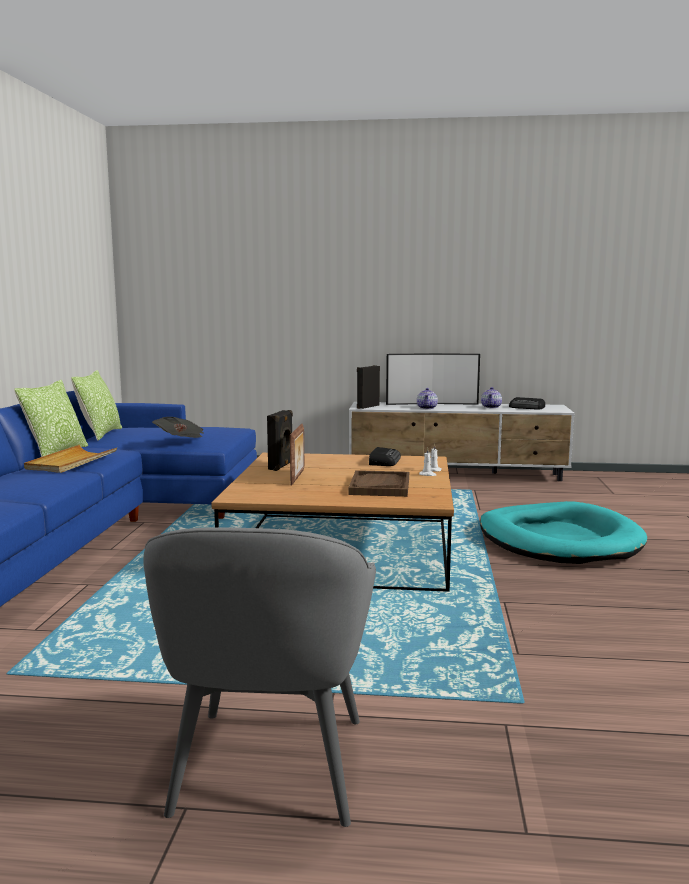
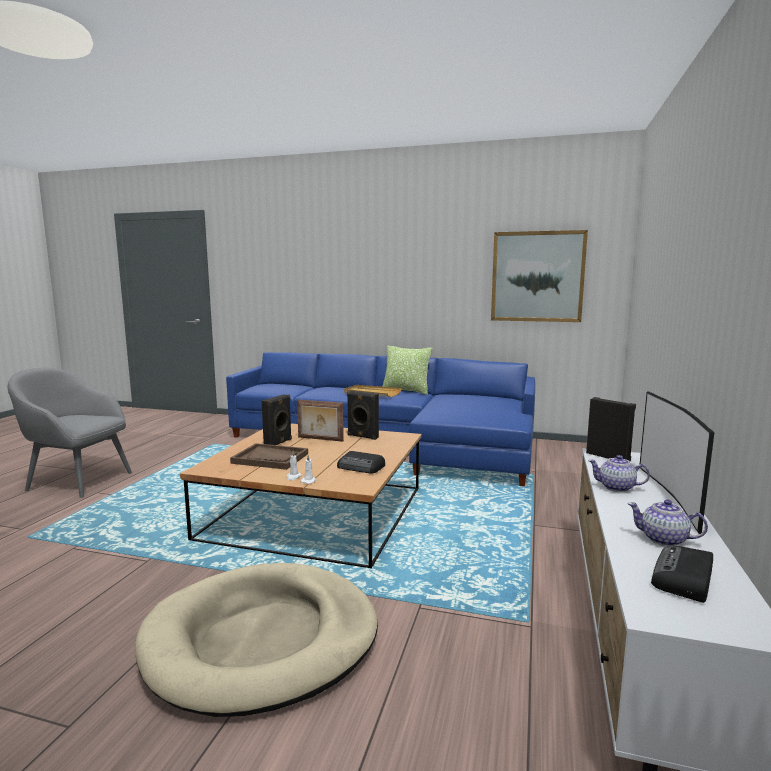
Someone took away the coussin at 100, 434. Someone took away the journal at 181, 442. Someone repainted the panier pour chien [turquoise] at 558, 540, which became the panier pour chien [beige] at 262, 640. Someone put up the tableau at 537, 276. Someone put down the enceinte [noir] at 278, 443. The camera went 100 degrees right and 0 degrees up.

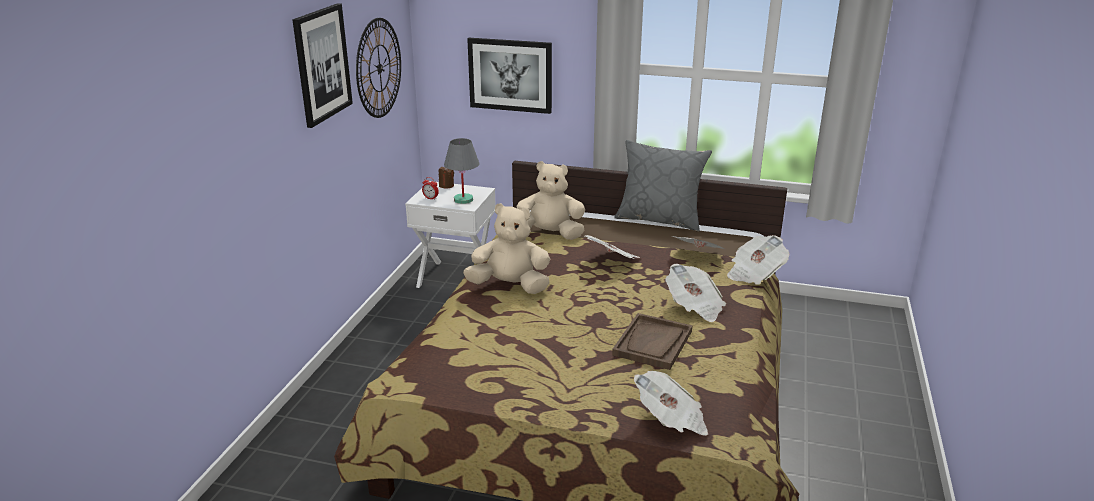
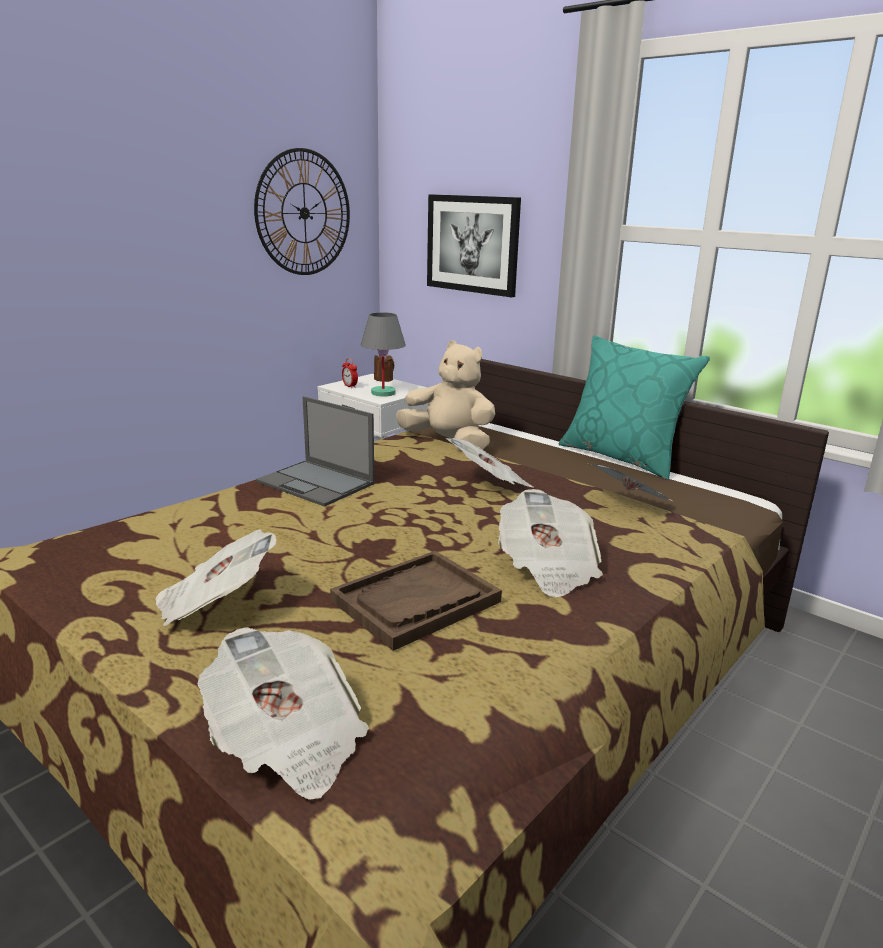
Someone took away the tableau at 322, 64. Someone repainted the coussin [gris] at 659, 219, which became the coussin [turquoise] at 622, 457. Someone swapped the peluche [beige] at 510, 286 for the ordinateur portable at 317, 483. Someone carried the journal from 754, 273 to 215, 604. The camera went 25 degrees right and 5 degrees down.

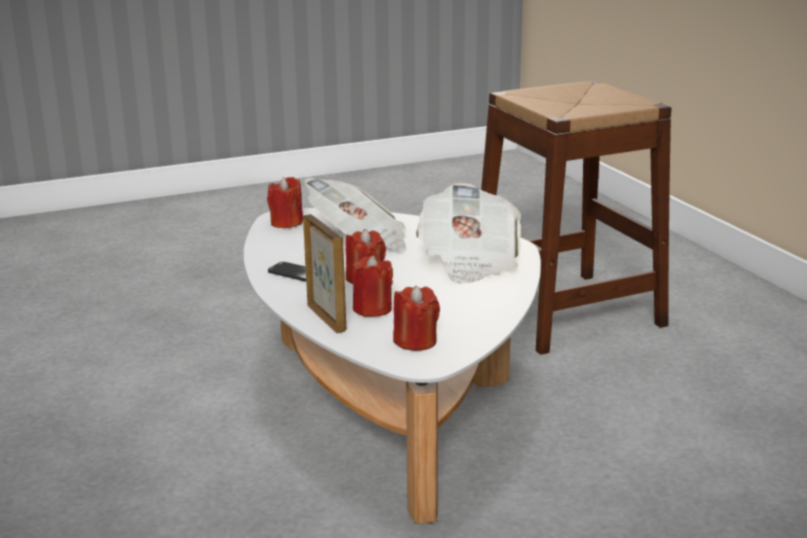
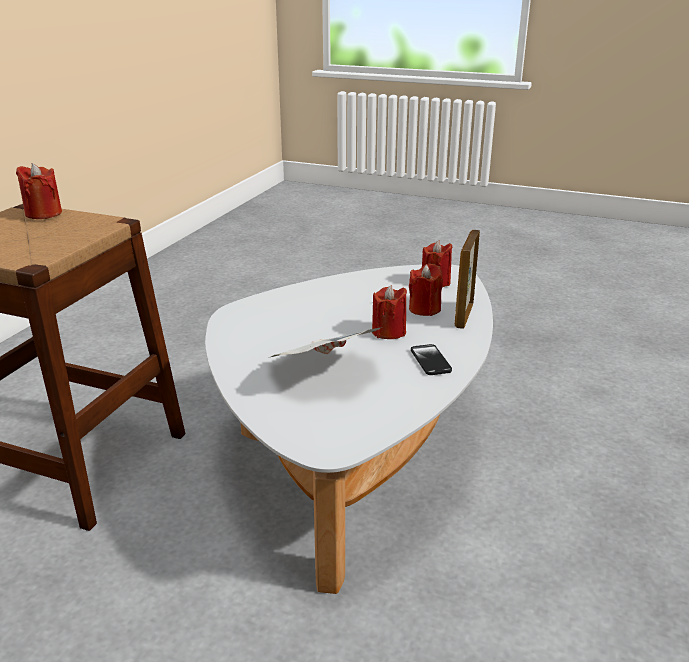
Someone carried the bougie [rouge] from 286, 223 to 43, 213. Someone took away the journal at 469, 261. The camera went 135 degrees left and 5 degrees up.

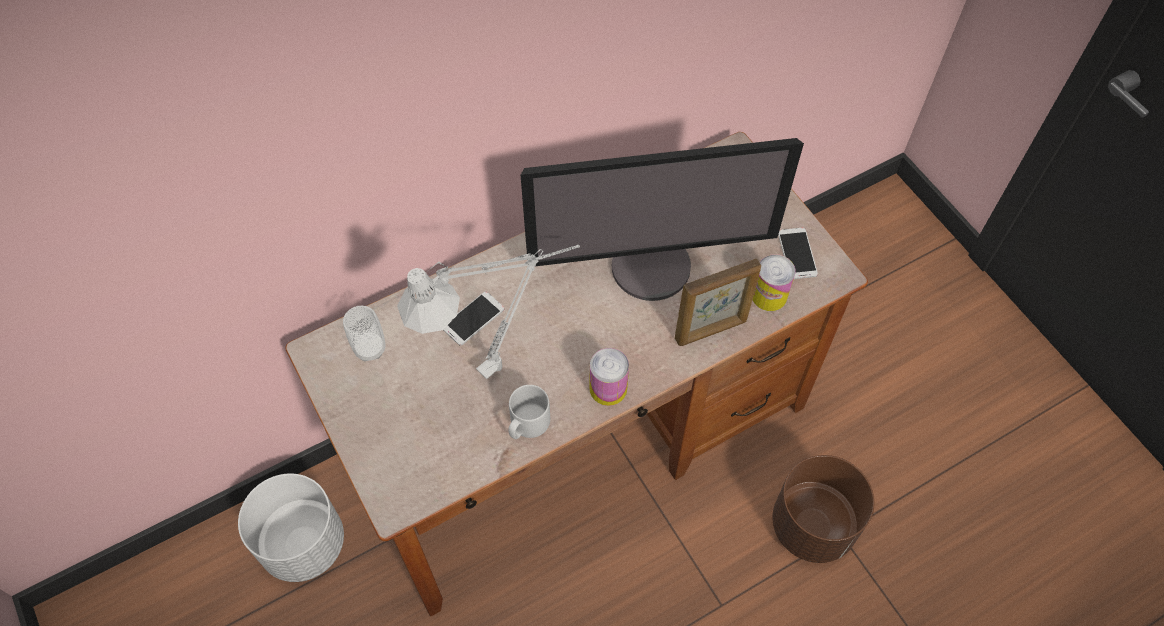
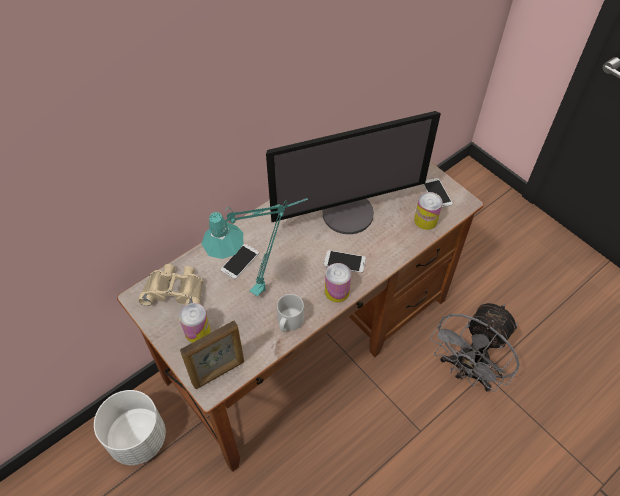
Someone repainted the lampe de table [gris] at 507, 361, which became the lampe de table [turquoise] at 268, 284. Someone carried the cadre photo from 711, 330 to 219, 372. Someone swapped the tasse at 370, 348 for the jumelles [beige] at 175, 290. Someone swapped the cache-pot [marron] at 813, 525 for the ventilateur [gris] at 466, 371. Someone put down the téléphone at 344, 262. Someone put down the boîte métallique at 197, 331. The camera went 10 degrees left and 5 degrees down.

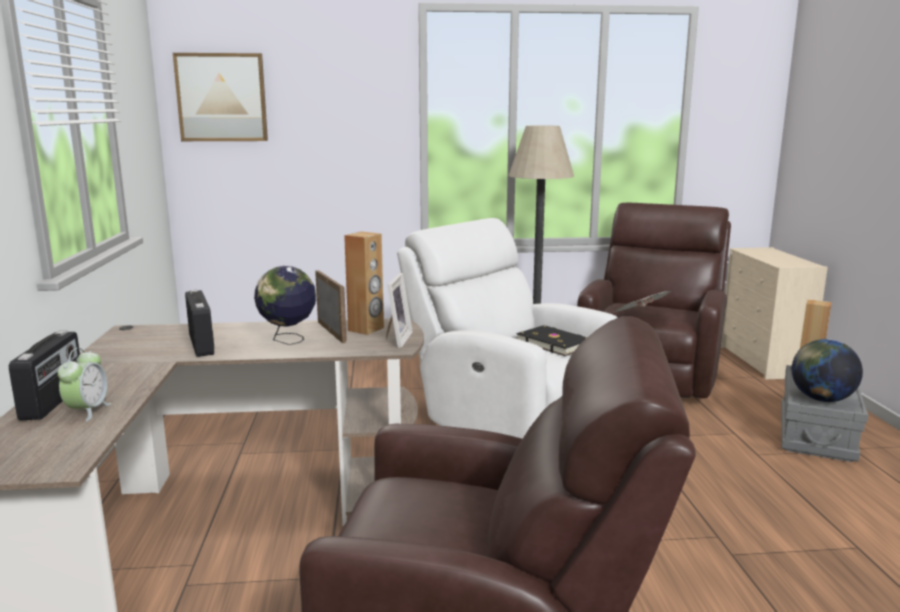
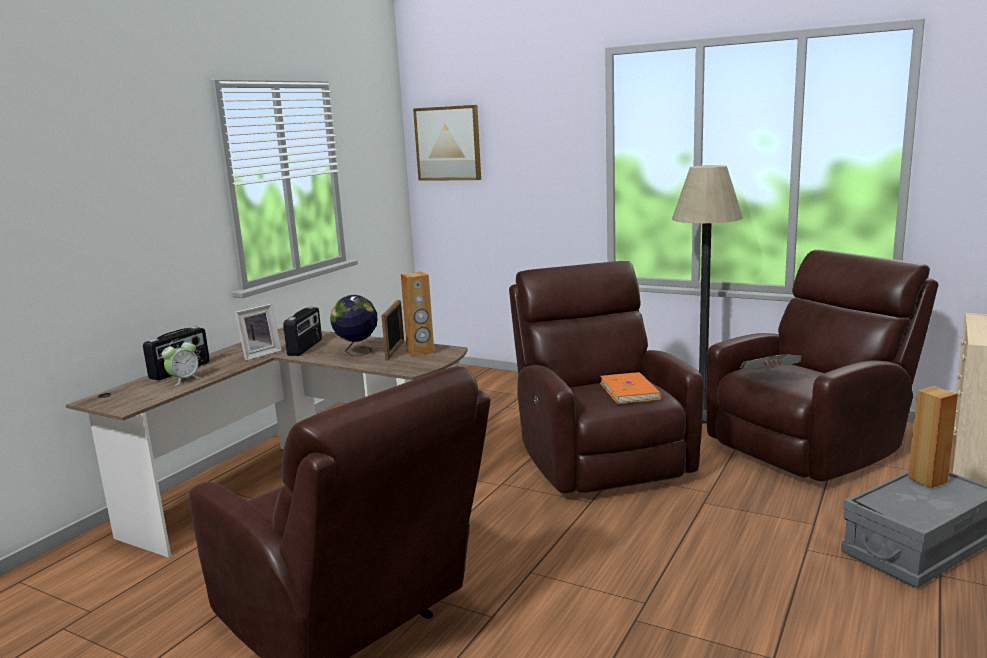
Someone repainted the fauteuil [blanc] at 509, 420, which became the fauteuil [marron] at 601, 459. Someone carried the cadre photo from 395, 339 to 259, 354. Someone repainted the livre [noir] at 554, 343, which became the livre [orange] at 630, 391. Someone took away the globe at 821, 399. The camera went 35 degrees right and 0 degrees up.

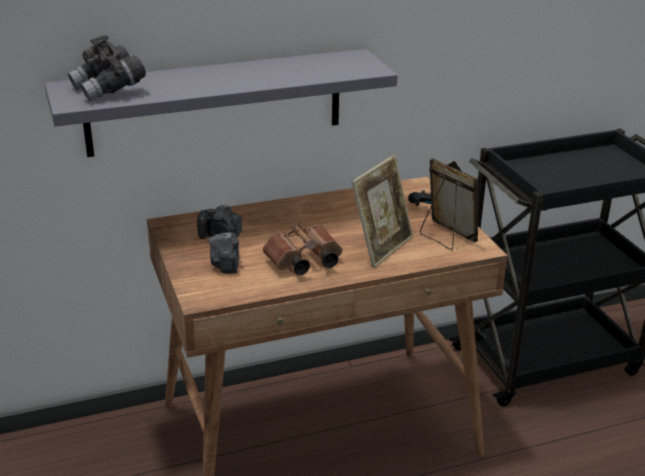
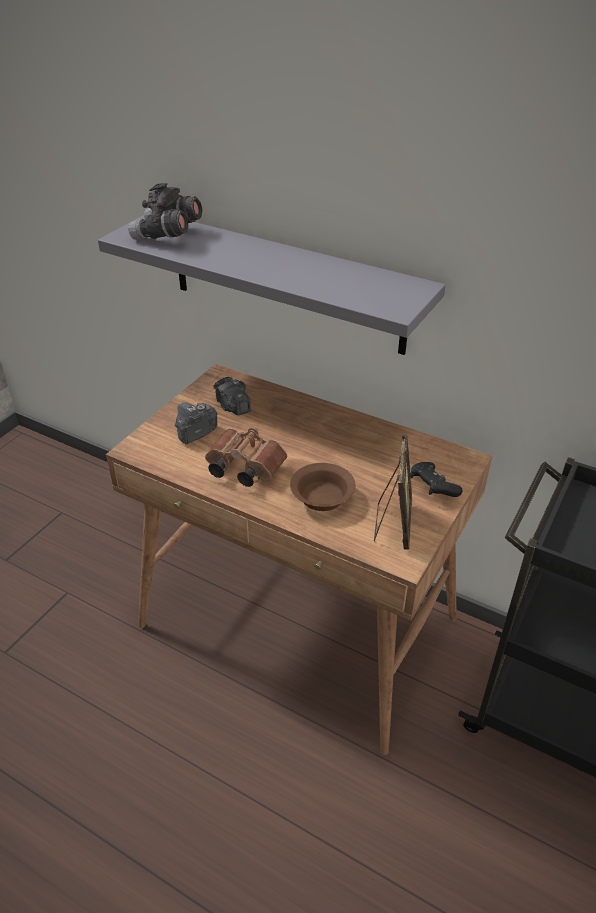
Someone swapped the cadre photo at 382, 247 for the bol [marron] at 323, 497. The camera went 50 degrees right and 10 degrees up.

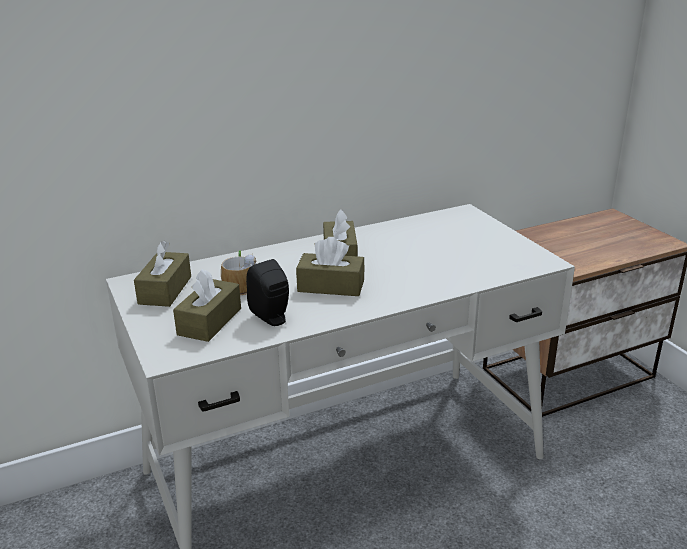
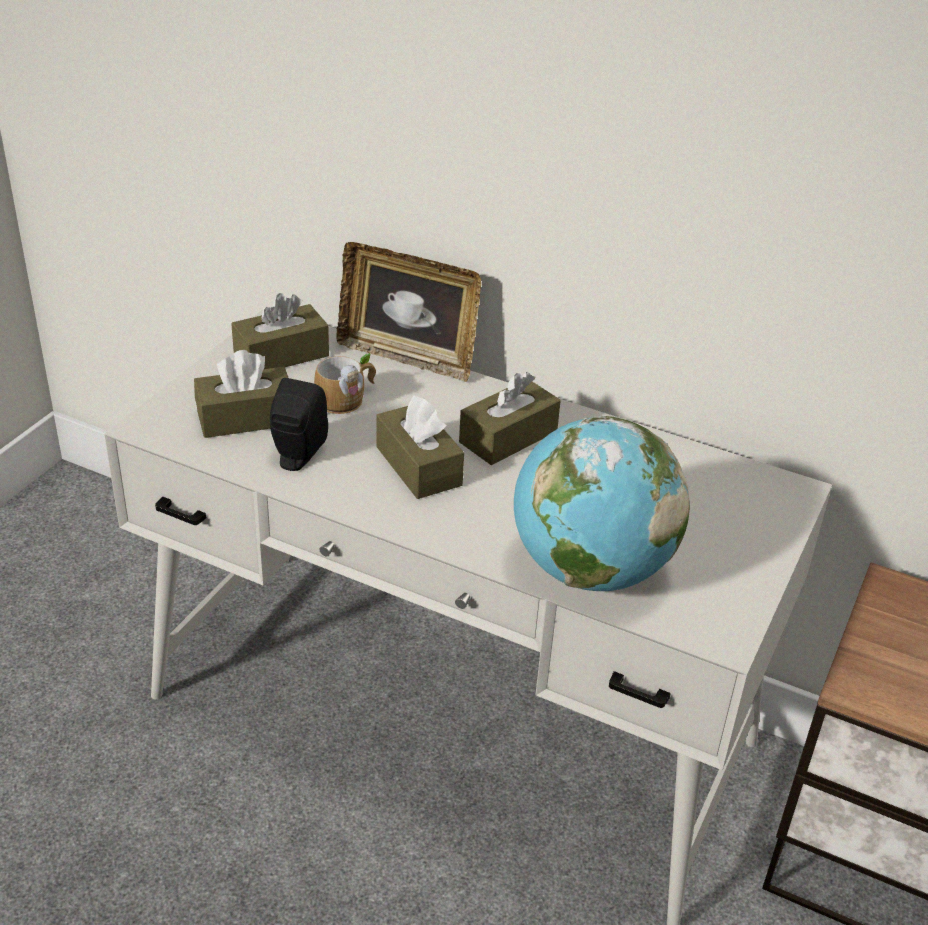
Someone put down the cadre photo at 407, 356. Someone put down the globe at 590, 570. The camera went 50 degrees right and 10 degrees up.

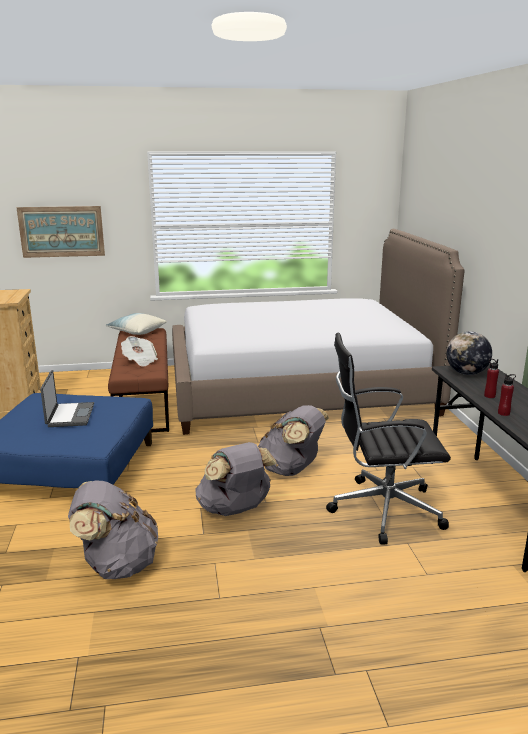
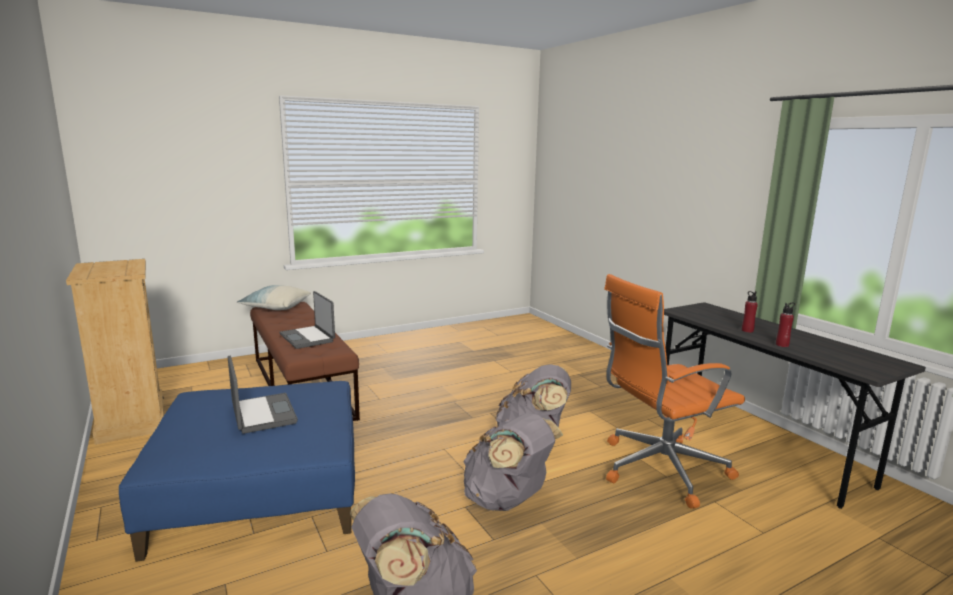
Someone took away the tableau at 61, 231. Someone took away the lit at 299, 390. Someone took away the globe at 466, 373. Someone repainted the chaise de bureau [noir] at 382, 509, which became the chaise de bureau [orange] at 659, 469. Someone swapped the journal at 140, 360 for the ordinateur portable at 308, 338. The camera went 20 degrees left and 5 degrees down.

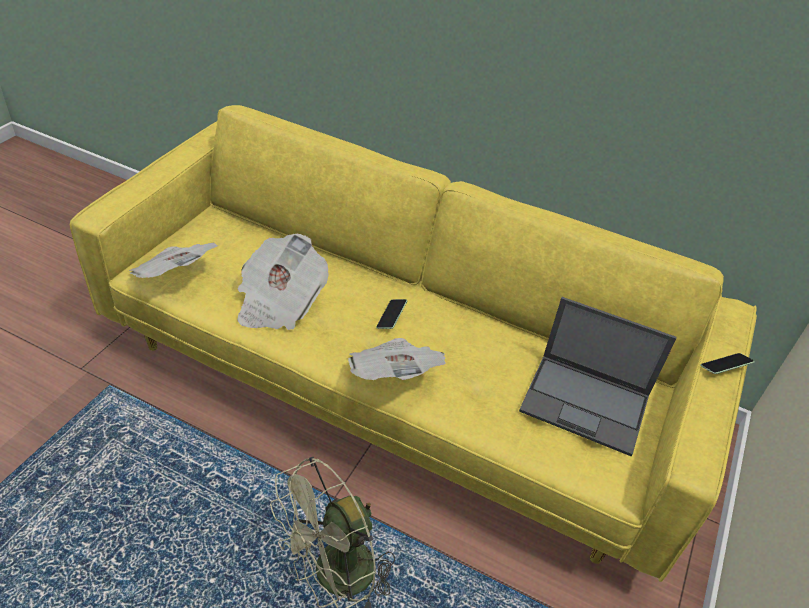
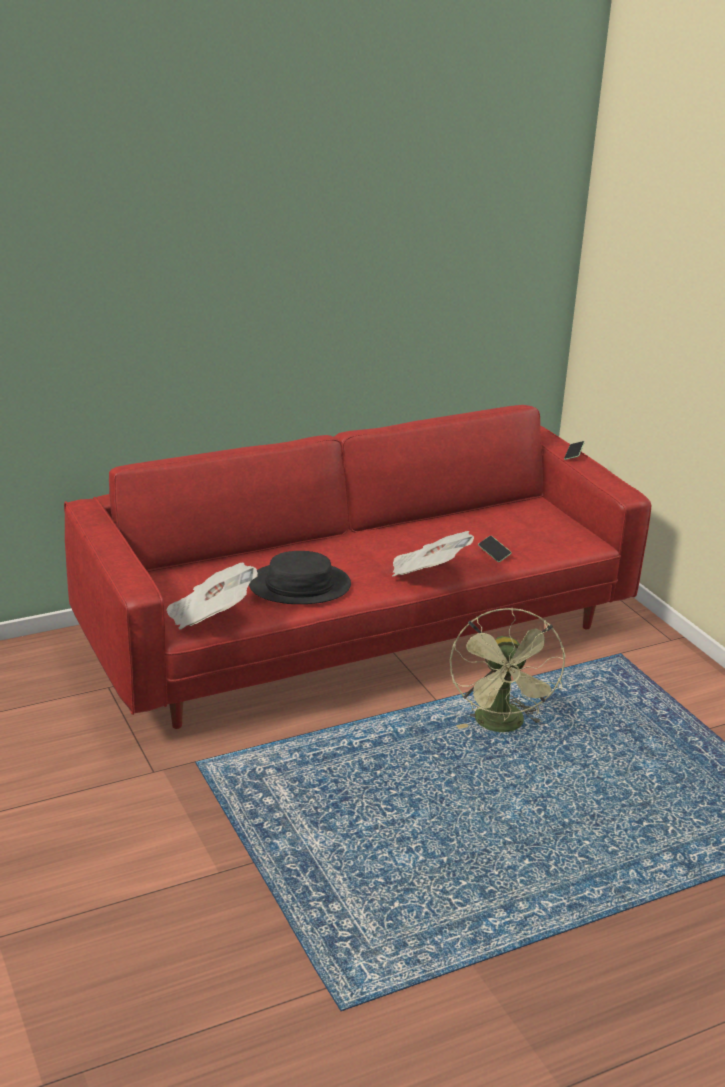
Someone repainted the canapé [jaune] at 396, 380, which became the canapé [rouge] at 358, 630. Someone swapped the journal at 279, 302 for the chapeau [noir] at 299, 586. Someone took away the ordinateur portable at 586, 403. Someone carried the téléphone from 391, 318 to 494, 553. The camera went 50 degrees left and 15 degrees down.

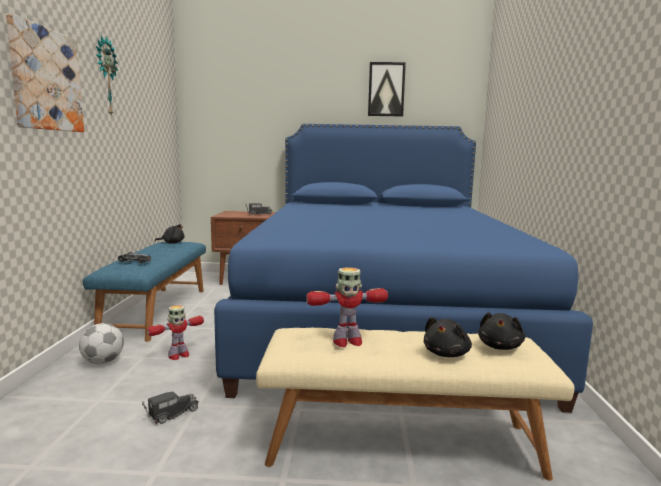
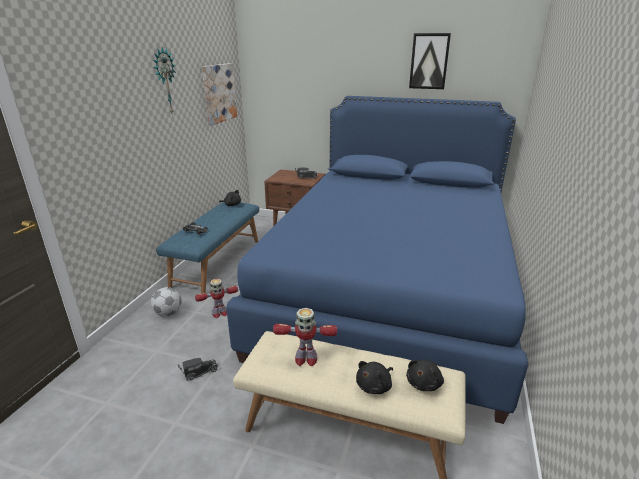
Someone carried the tableau from 45, 80 to 219, 93. The camera went 15 degrees right and 15 degrees up.

